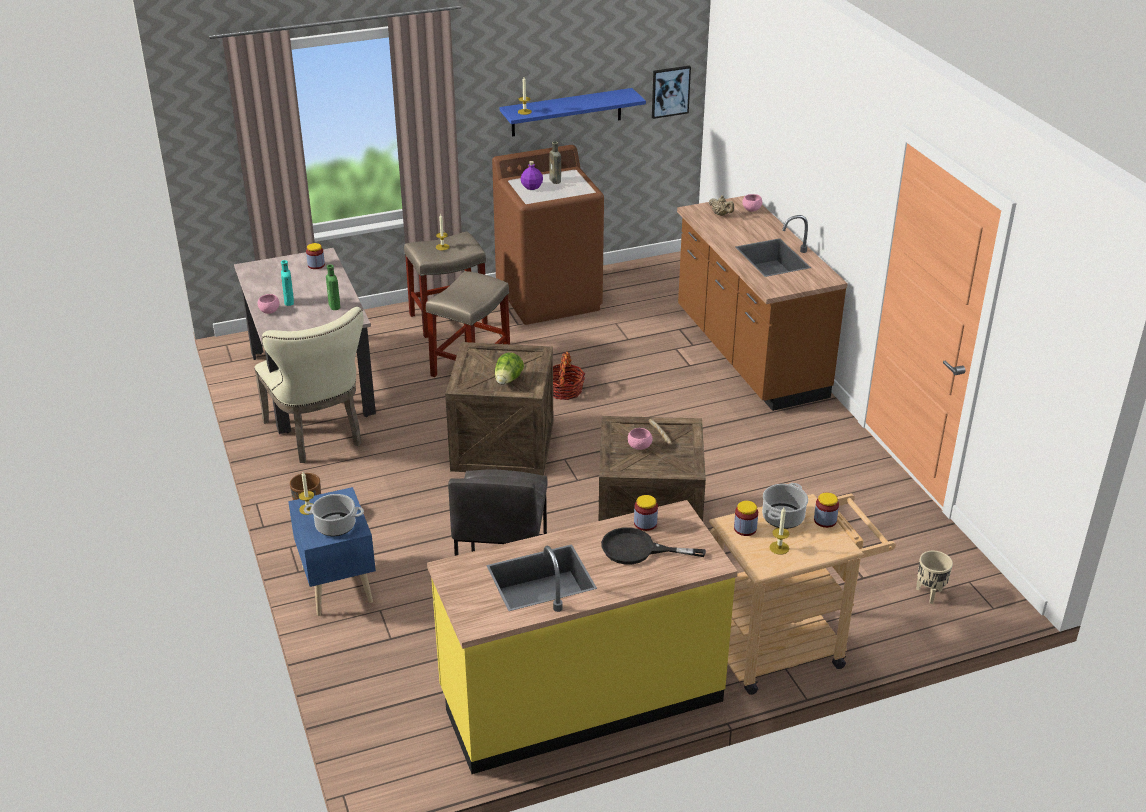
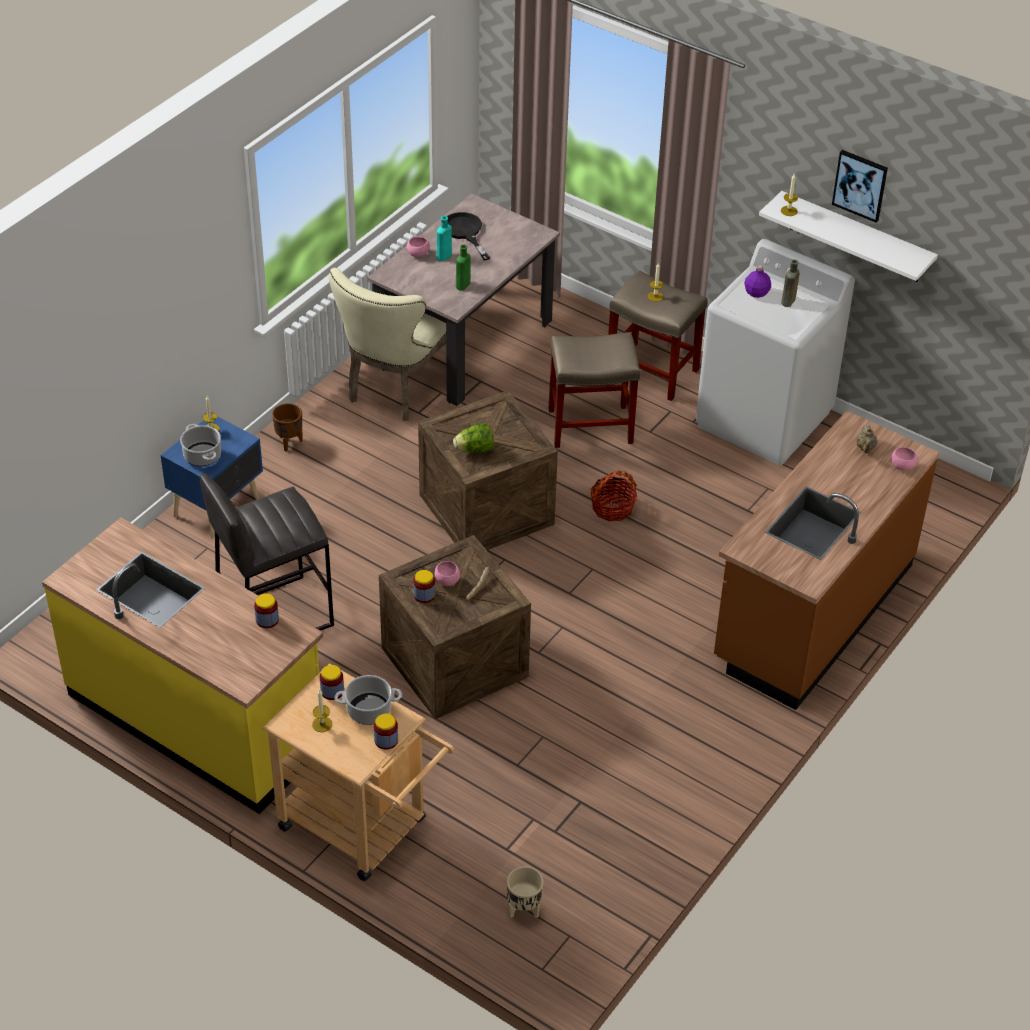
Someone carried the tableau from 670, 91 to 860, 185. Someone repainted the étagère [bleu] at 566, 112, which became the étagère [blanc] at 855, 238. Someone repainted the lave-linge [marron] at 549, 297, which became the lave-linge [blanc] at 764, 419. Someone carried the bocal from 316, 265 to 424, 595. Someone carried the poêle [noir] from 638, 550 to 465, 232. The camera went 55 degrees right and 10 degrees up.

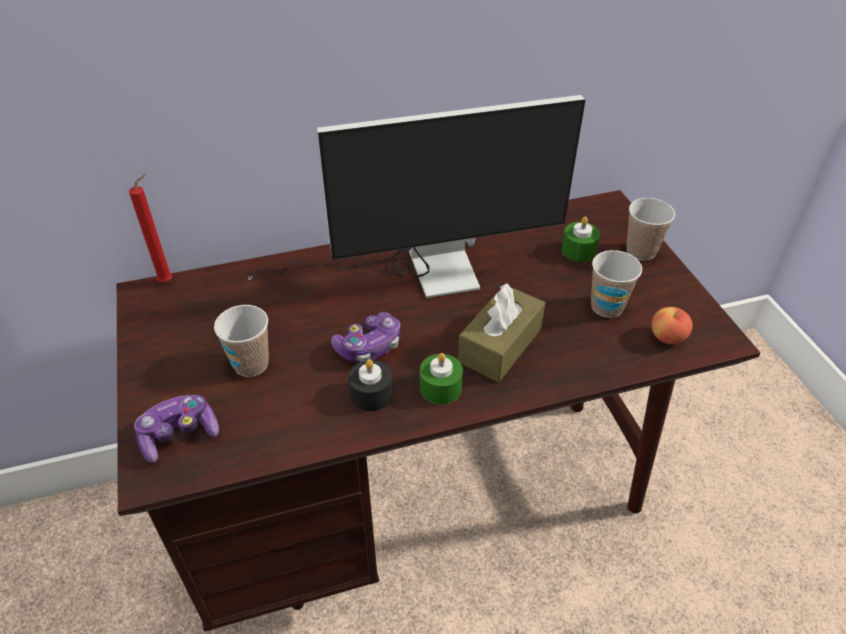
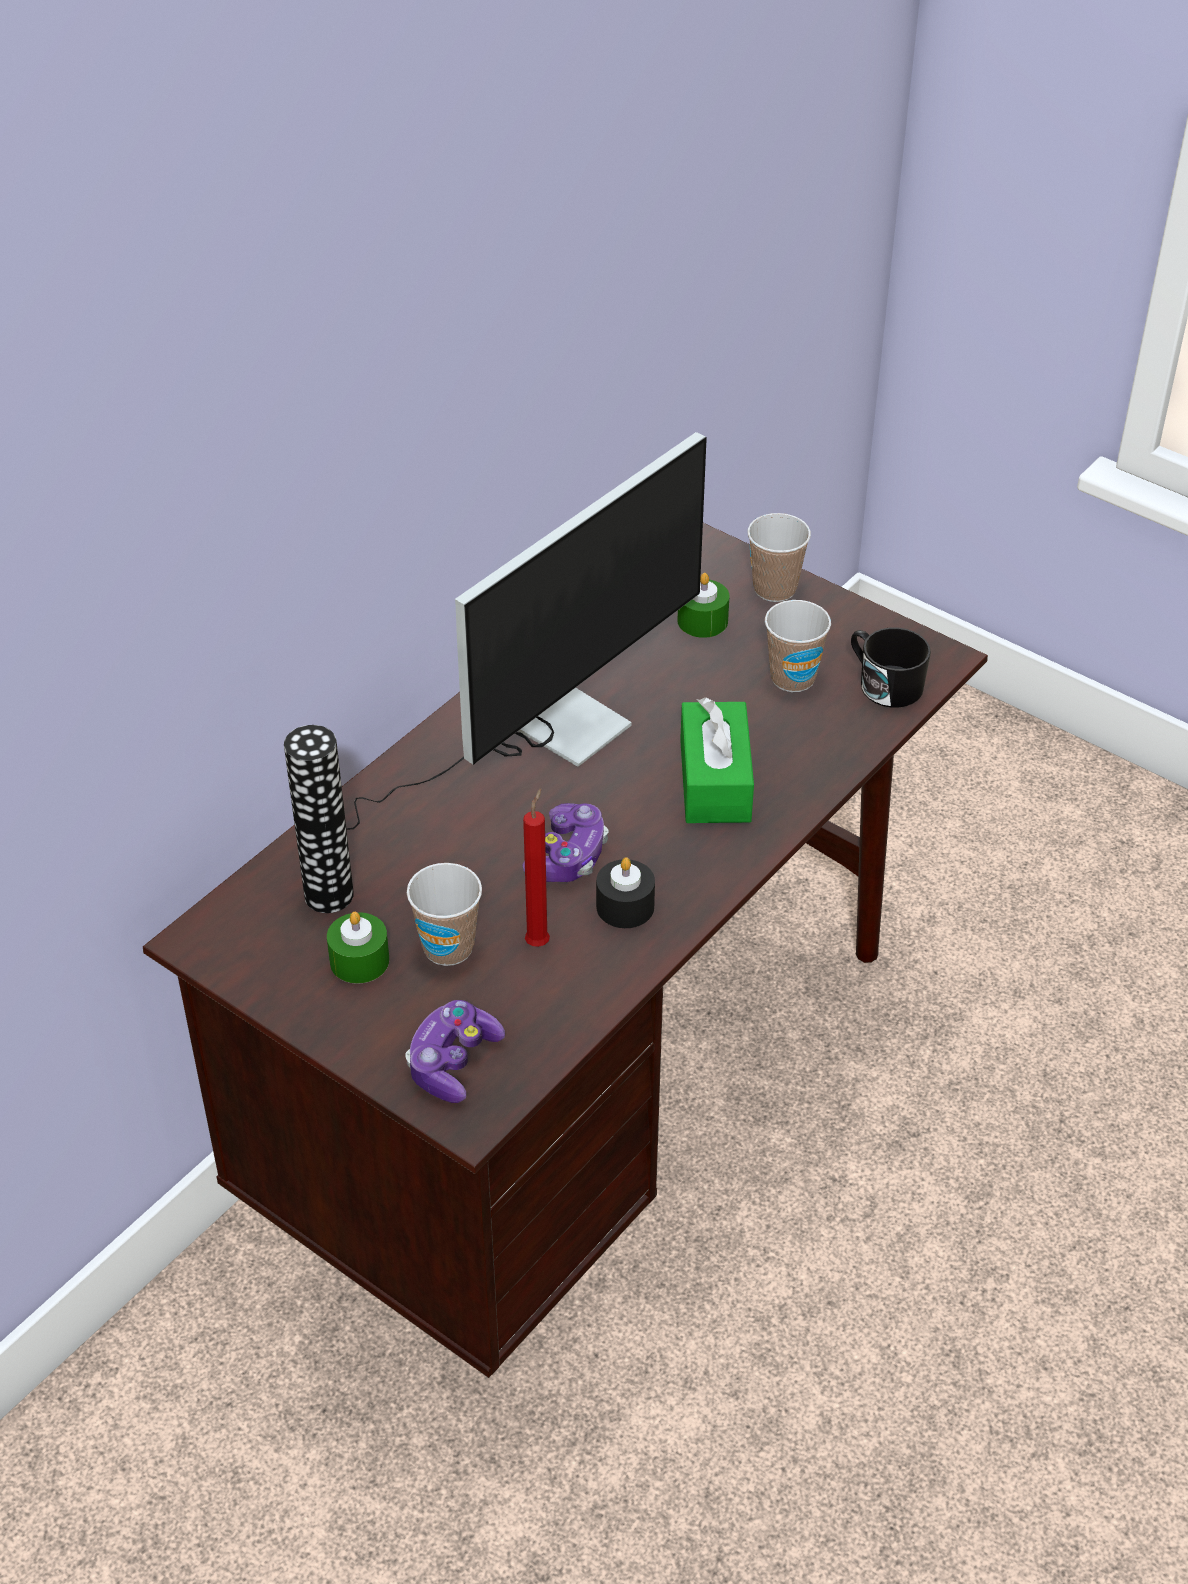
Someone carried the bougie [rouge] from 168, 281 to 539, 941. Someone repainted the boîte à mouchoirs [marron] at 500, 345, which became the boîte à mouchoirs [vert] at 715, 781. Someone swapped the pomme at 667, 337 for the mug [noir] at 884, 683. Someone carried the bougie [vert] from 440, 388 to 359, 960. Someone put down the vase at 329, 895. The camera went 35 degrees left and 0 degrees up.

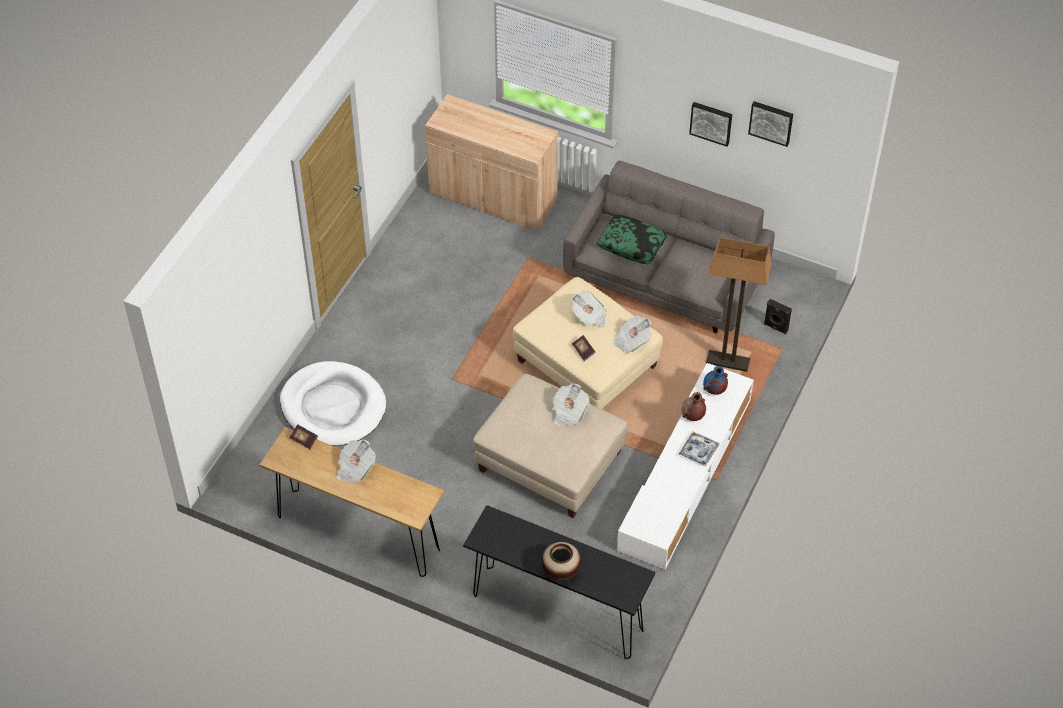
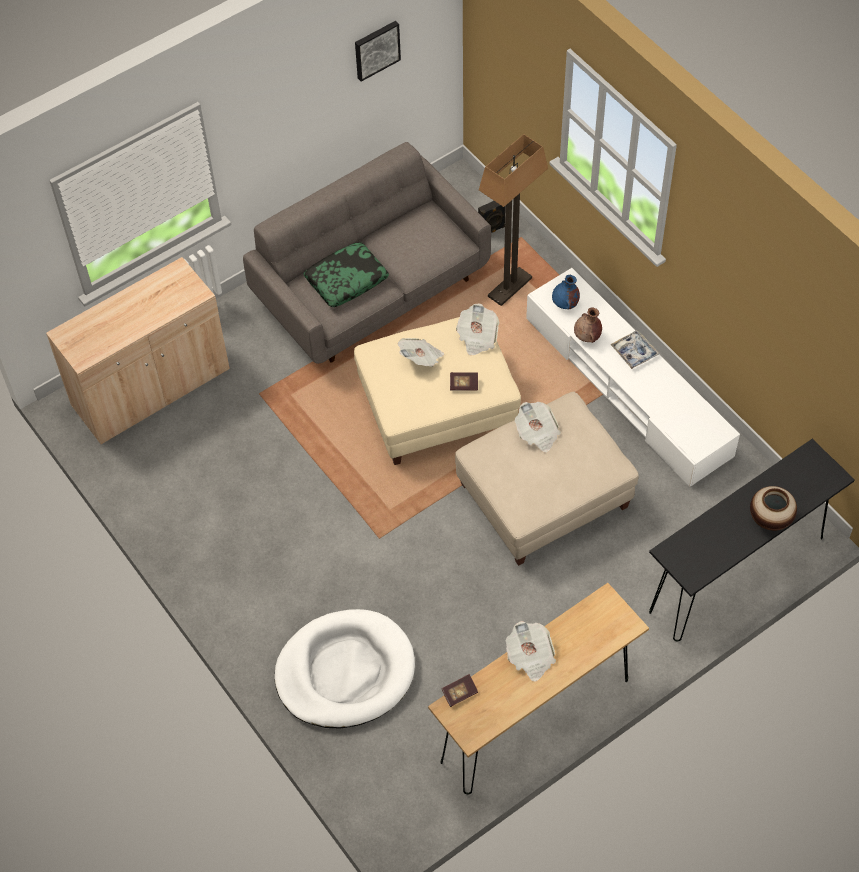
Someone took away the tableau at 711, 122. The camera went 60 degrees left and 5 degrees up.

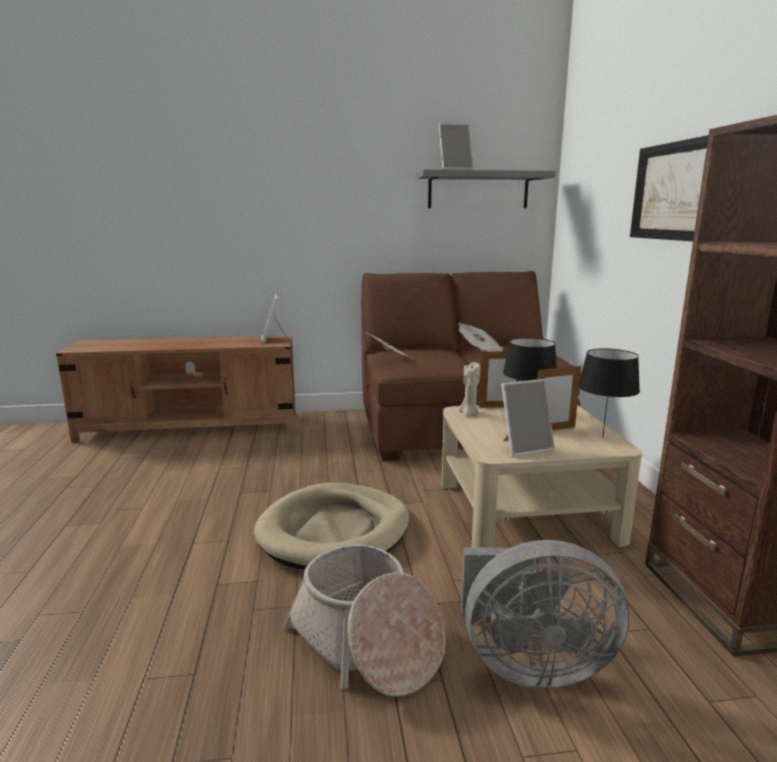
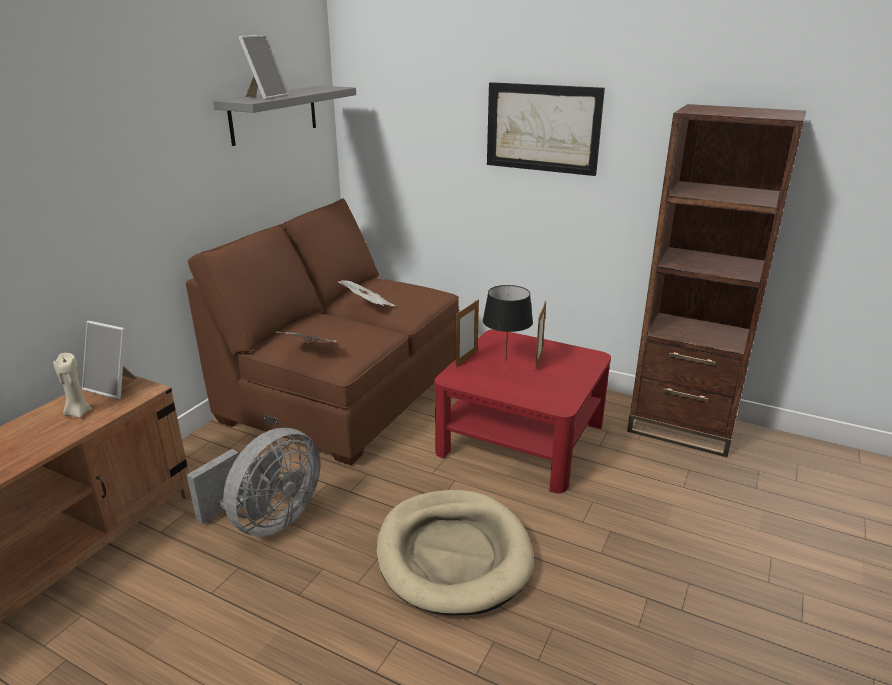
Someone took away the lampe de table [noir] at 602, 437. Someone carried the bougie [beige] from 469, 413 to 78, 413. Someone took away the cadre photo at 524, 447. Someone repainted the table basse [beige] at 527, 510, which became the table basse [rouge] at 520, 437. Someone carried the ventilateur [gris] from 529, 664 to 267, 521. Someone took away the panier at 366, 643. The camera went 55 degrees left and 10 degrees up.

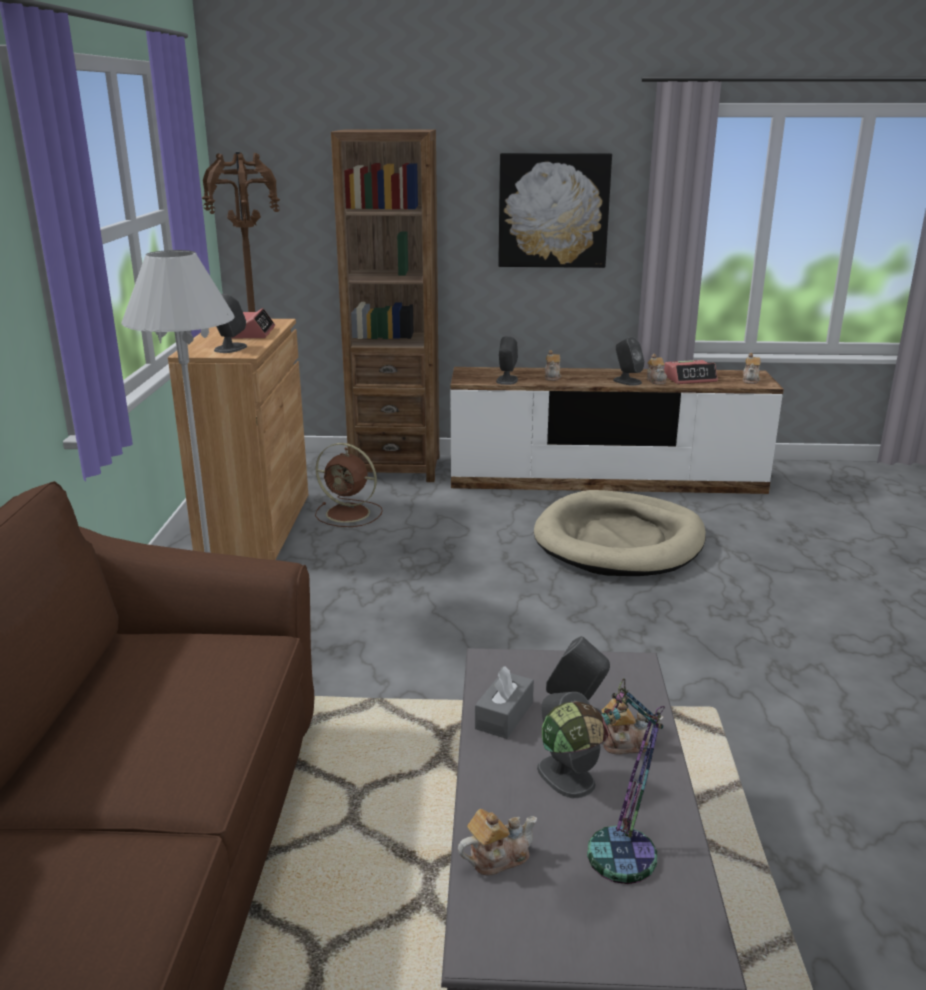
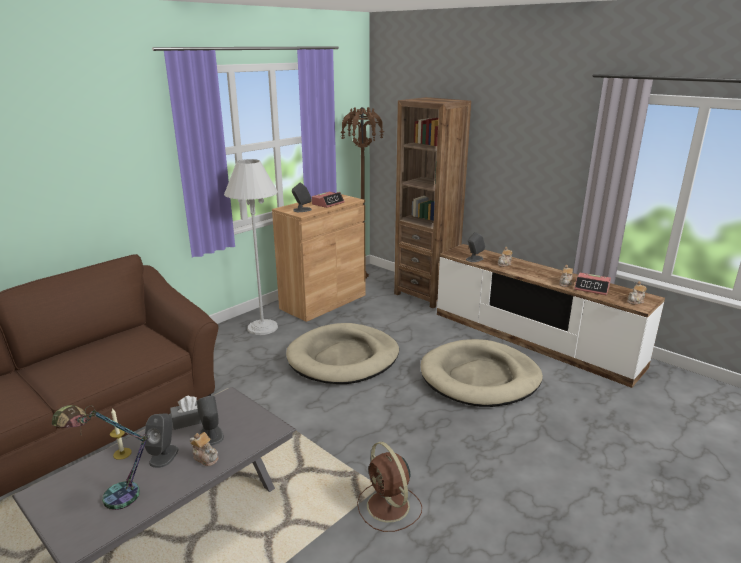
Someone took away the tableau at 553, 210. Someone took away the enceinte [gris] at 627, 381. Someone carried the ventilateur [marron] from 350, 514 to 389, 507. Someone took away the théière at 497, 857. Someone put down the panier pour chien [beige] at 343, 358. Someone put down the bougie at 122, 453. The camera went 40 degrees right and 0 degrees up.

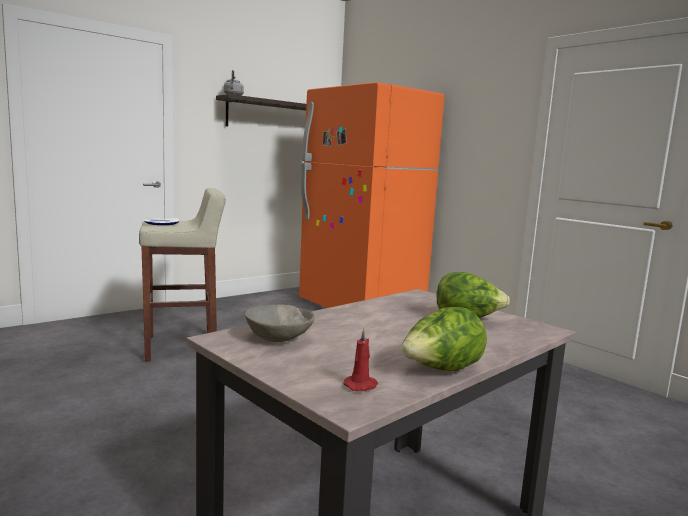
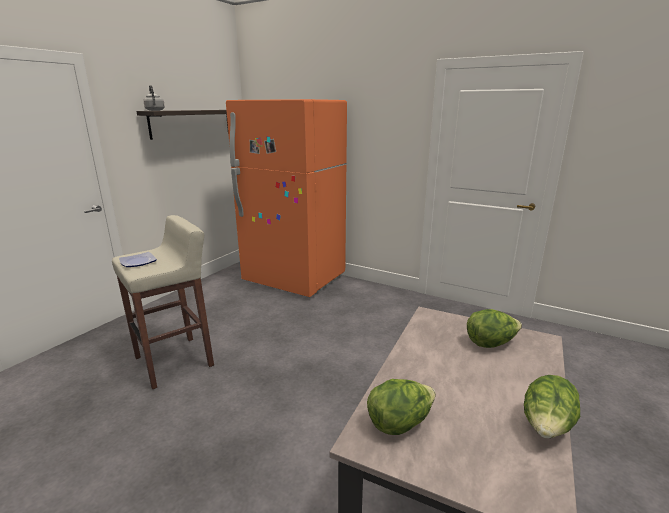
Someone swapped the bol [gris] at 278, 338 for the laitue at 399, 423. Someone took away the bougie [rouge] at 361, 385. The camera went 20 degrees left and 10 degrees up.

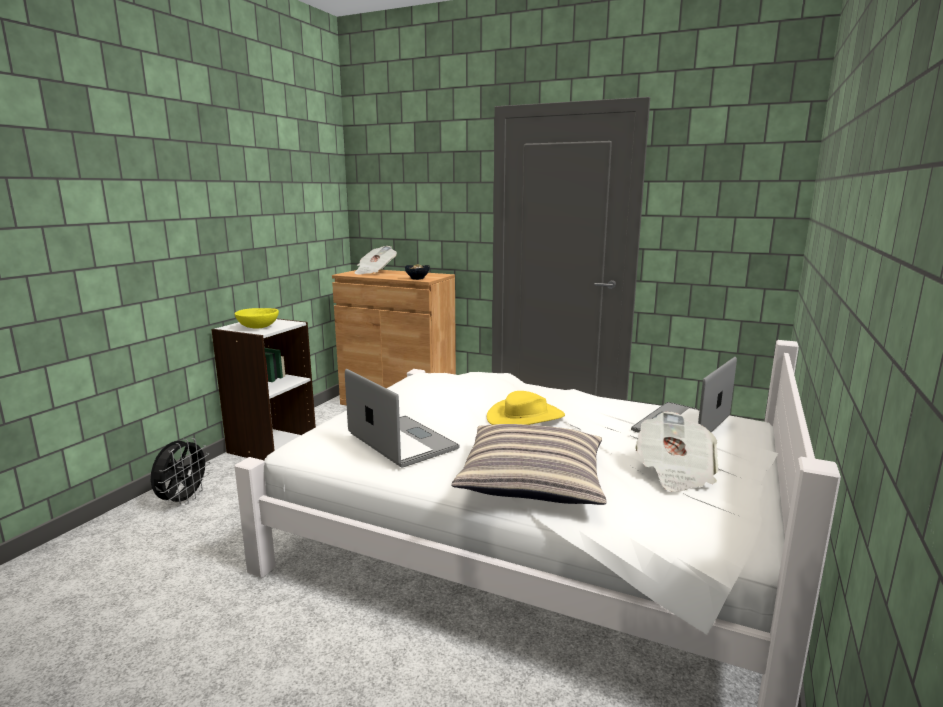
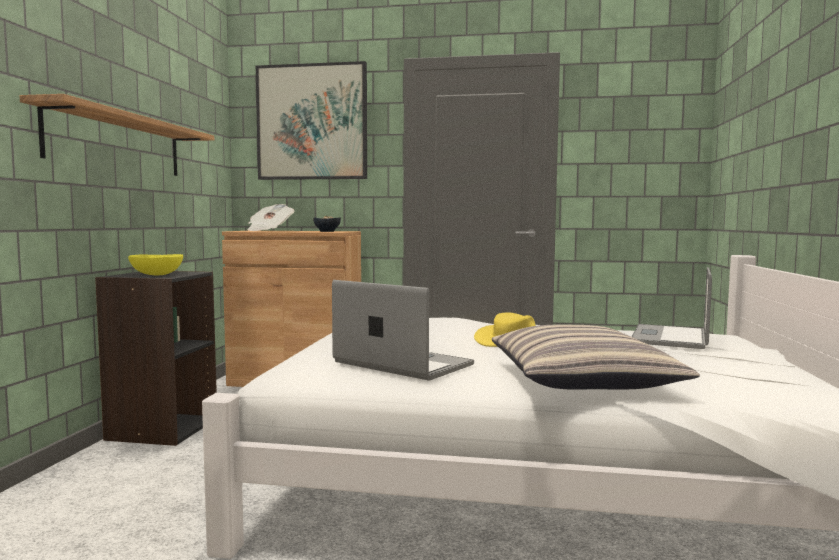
Someone repainted the bibliothèque [blanc] at 272, 446, which became the bibliothèque [noir] at 162, 429. Someone took away the journal at 674, 472. Someone took away the ventilateur [noir] at 183, 500. Someone put up the tableau at 312, 122. Someone put up the étagère at 118, 144. The camera went 15 degrees left and 10 degrees down.

